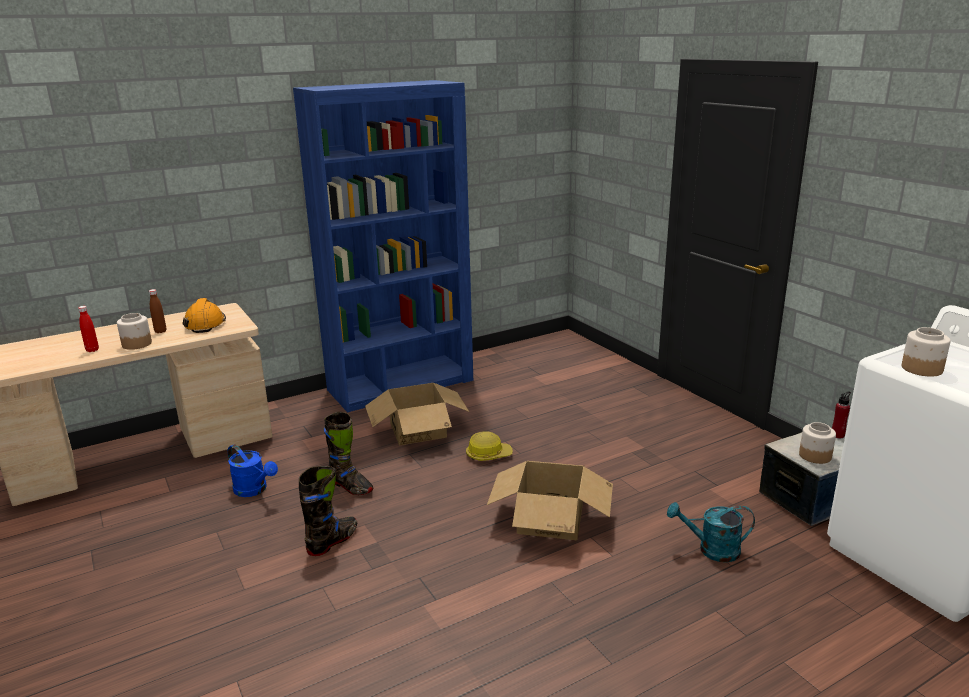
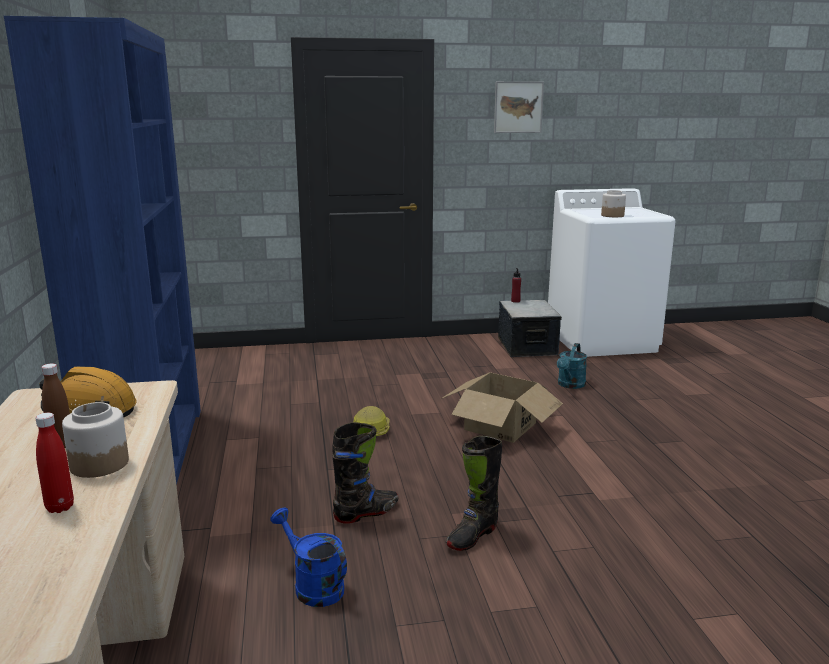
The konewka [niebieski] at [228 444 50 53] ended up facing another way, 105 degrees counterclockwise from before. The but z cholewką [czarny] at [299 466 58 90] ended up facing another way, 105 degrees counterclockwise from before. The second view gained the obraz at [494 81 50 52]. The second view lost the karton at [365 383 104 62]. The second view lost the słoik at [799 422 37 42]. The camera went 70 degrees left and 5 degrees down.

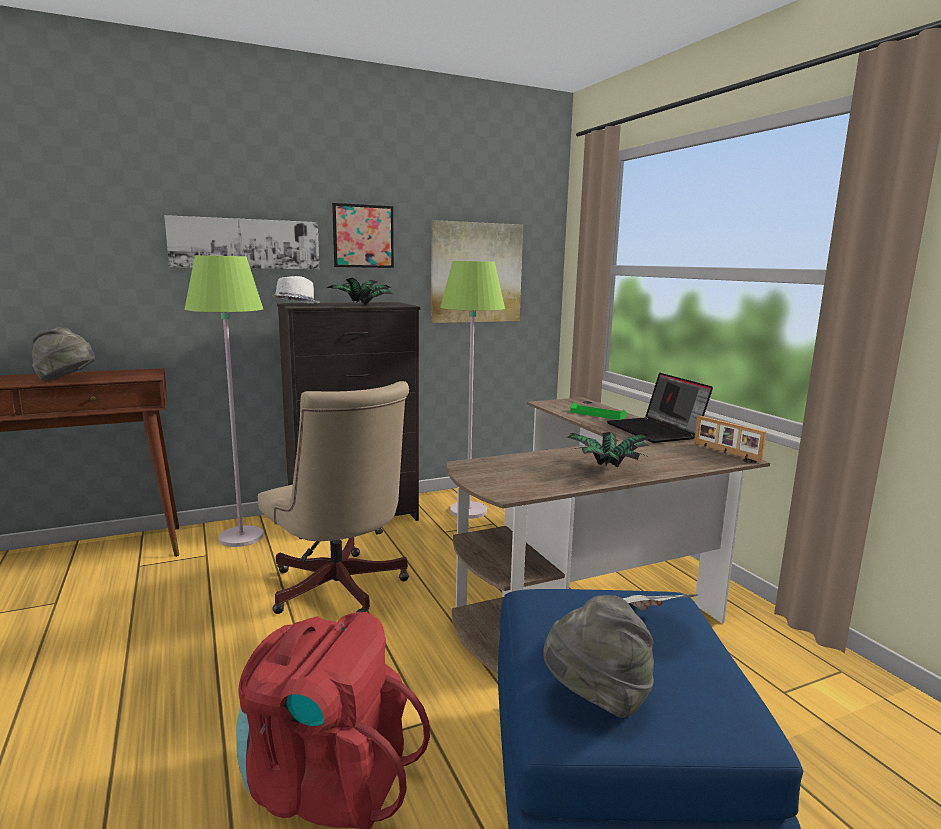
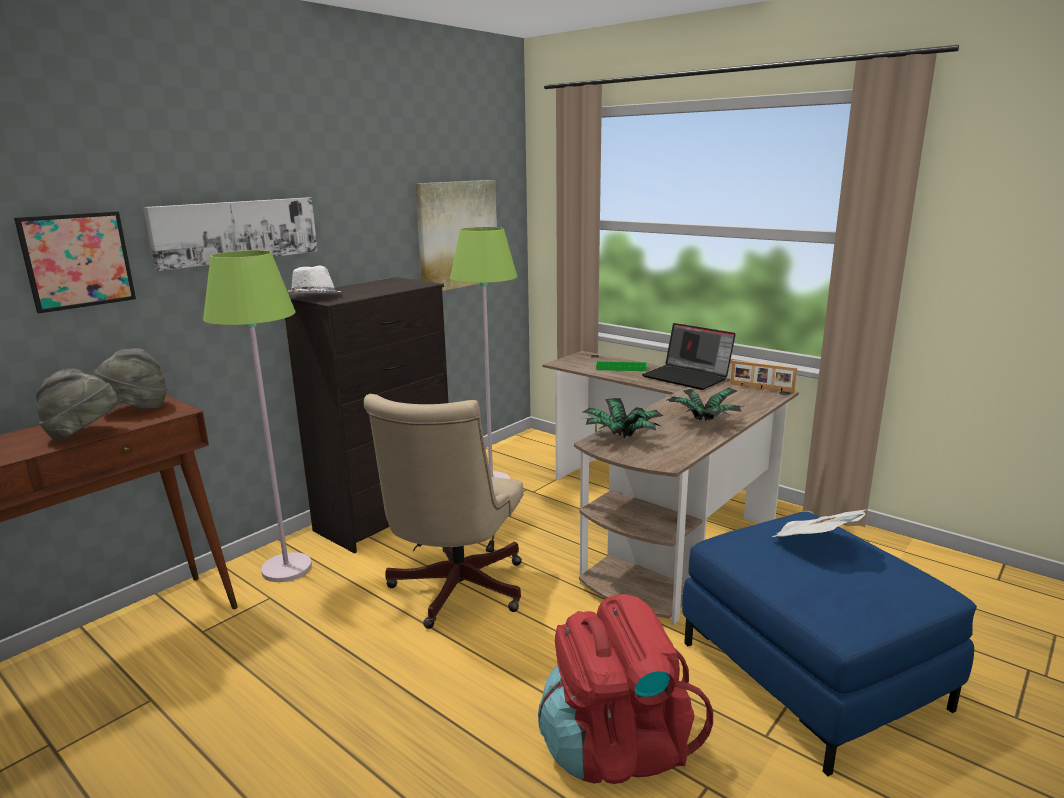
The obraz ended up elsewhere, having gone from [332 203 62 65] to [14 212 122 102]. The kapelusz [szary] ended up elsewhere, having gone from [543 595 111 123] to [93 348 74 60]. The krzesło biurowe [beżowy] at [258 381 151 233] ended up facing another way, 75 degrees clockwise from before. The roślina doniczkowa ended up elsewhere, having gone from [327 277 65 28] to [583 398 80 40]. The camera went 25 degrees left and 5 degrees up.

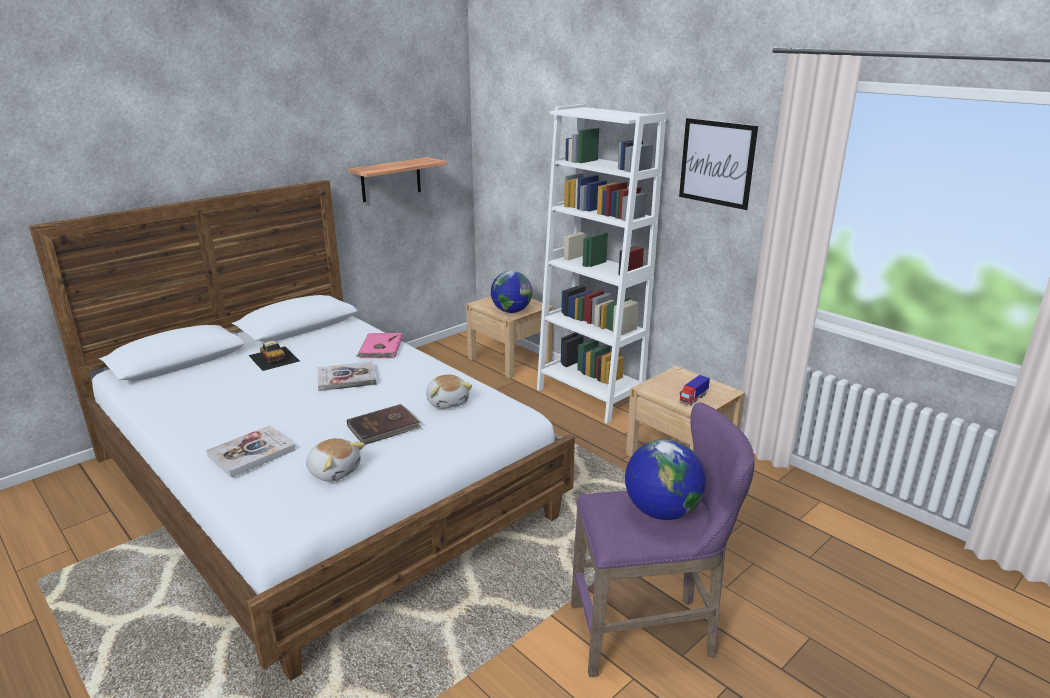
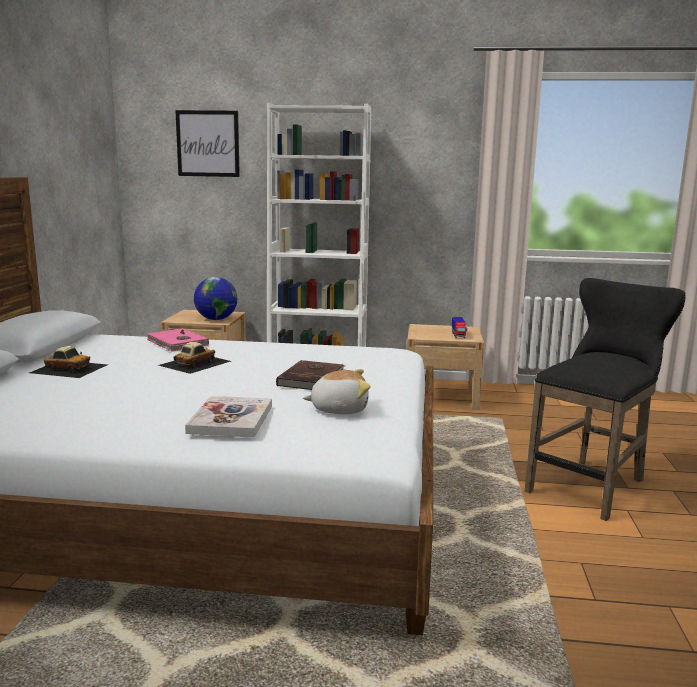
Where the książka stood at [317 361 60 30], the samochodzik came to stand at [158 342 73 32]. The obraz ended up elsewhere, having gone from [679 118 79 92] to [175 110 65 67]. What was the stołek [fioletowy] at [571 402 183 275] turned into the stołek [czarny] at [525 278 161 243]. The second view lost the półka at [348 157 99 45]. The second view lost the pluszak at [426 374 46 35]. The second view lost the globus at [625 439 81 81]. The camera went 40 degrees left and 10 degrees down.

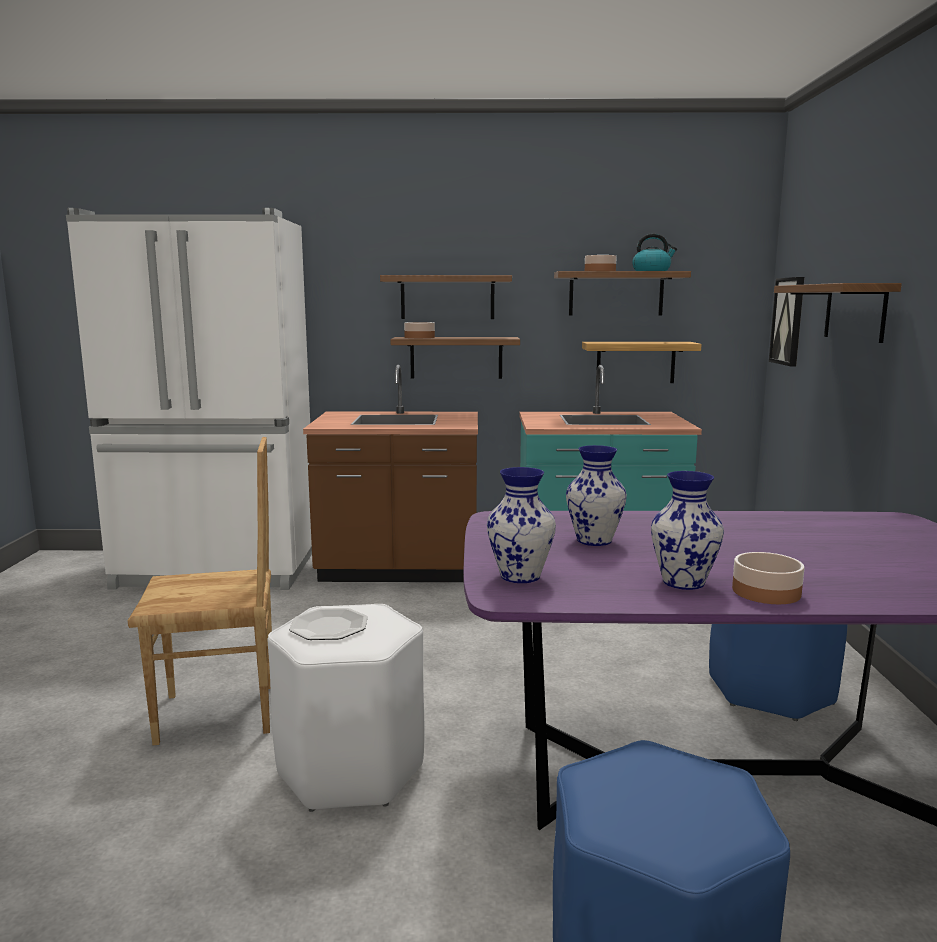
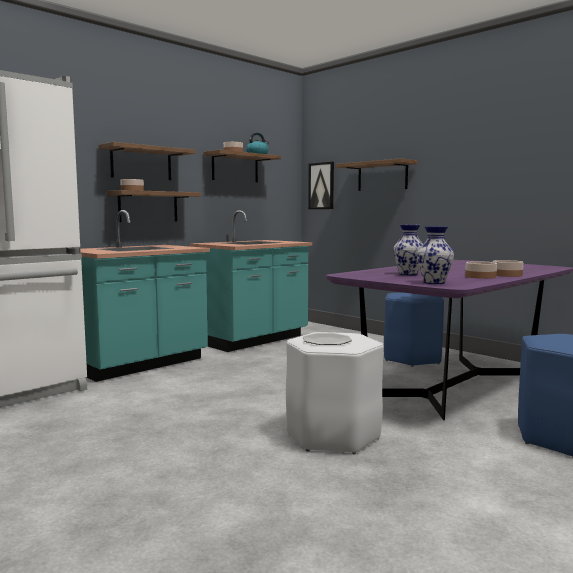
What was the zabudowa kuchenna [brązowy] at [303 365 175 217] turned into the zabudowa kuchenna [turkusowy] at [80 210 130 172]. Where the wazon stood at [651 471 73 119], the miska came to stand at [465 261 32 18]. The second view lost the krzesło [brązowy] at [128 437 144 308]. The second view lost the półka at [582 342 119 41]. The camera went 45 degrees left and 5 degrees down.

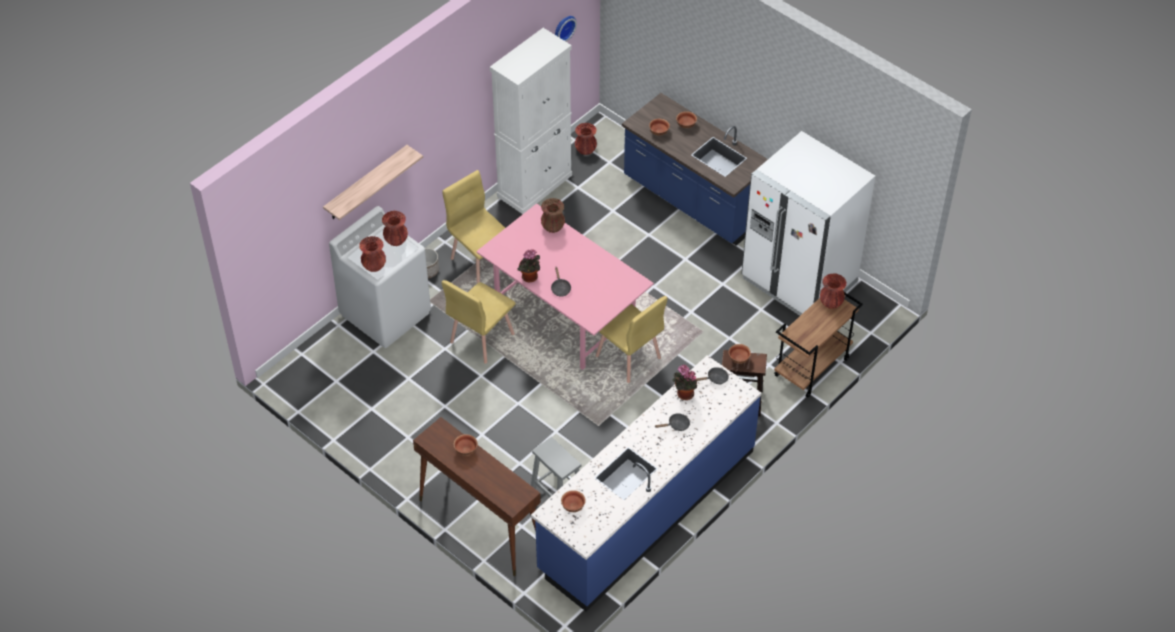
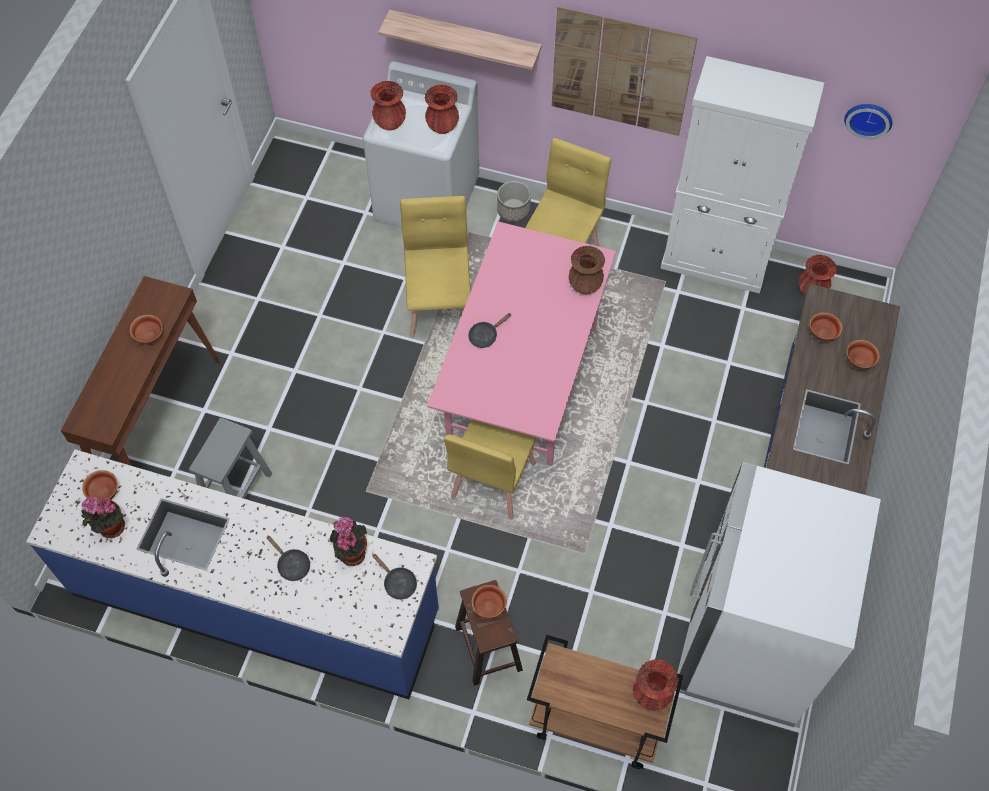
The roślina doniczkowa ended up elsewhere, having gone from [517 249 24 33] to [81 496 44 42]. The krzesło [żółty] at [442 280 74 84] ended up facing another way, 75 degrees clockwise from before. The second view gained the obraz at [552 7 145 129]. The camera went 65 degrees right and 10 degrees up.

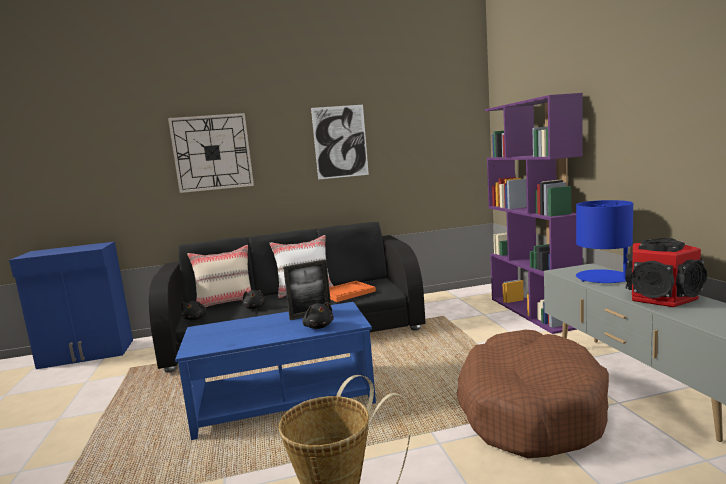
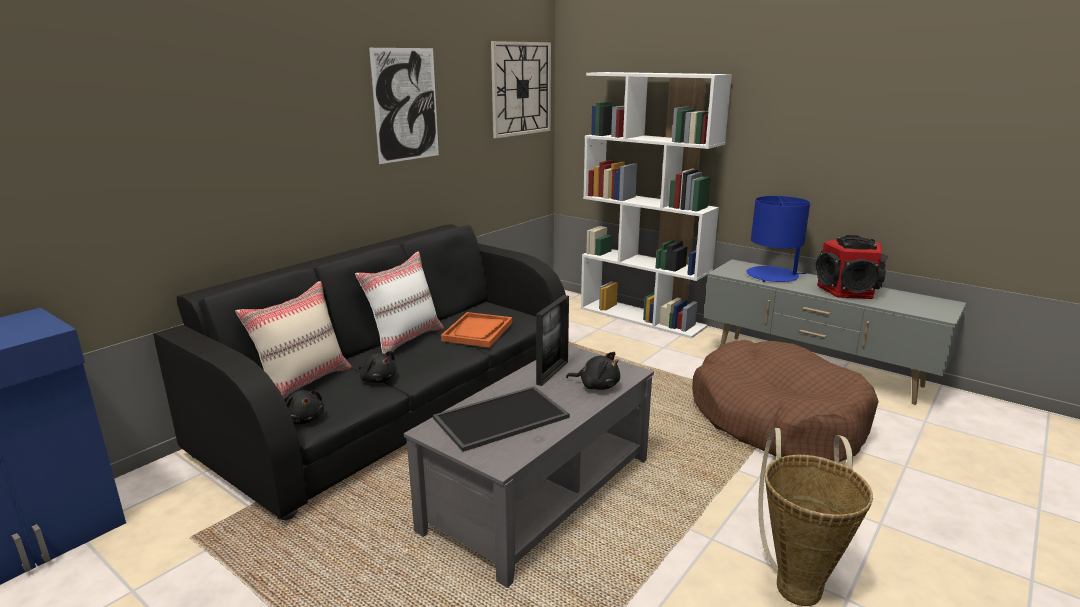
What was the ława [niebieski] at [175 302 201 138] turned into the ława [szary] at [404 345 250 243]. The second view gained the taca at [433 386 137 66]. The zegar ścienny ended up elsewhere, having gone from [168 113 86 80] to [491 41 60 97]. What was the regał [fioletowy] at [485 93 98 241] turned into the regał [biały] at [581 72 151 267]. The camera went 40 degrees left and 10 degrees up.

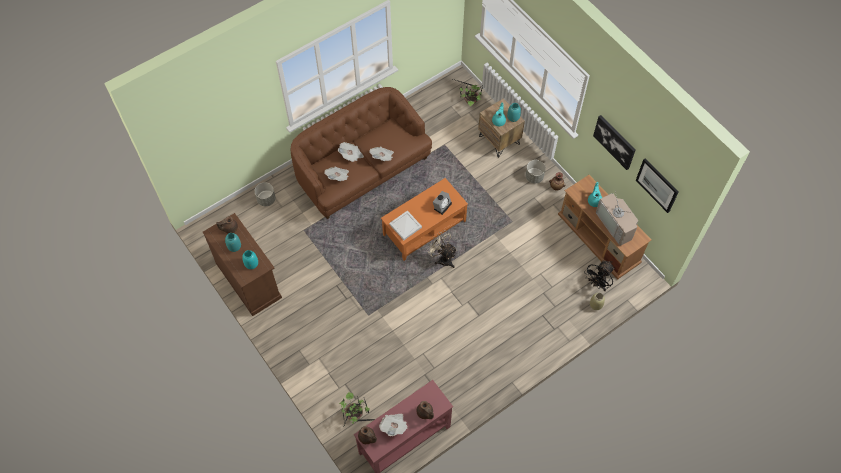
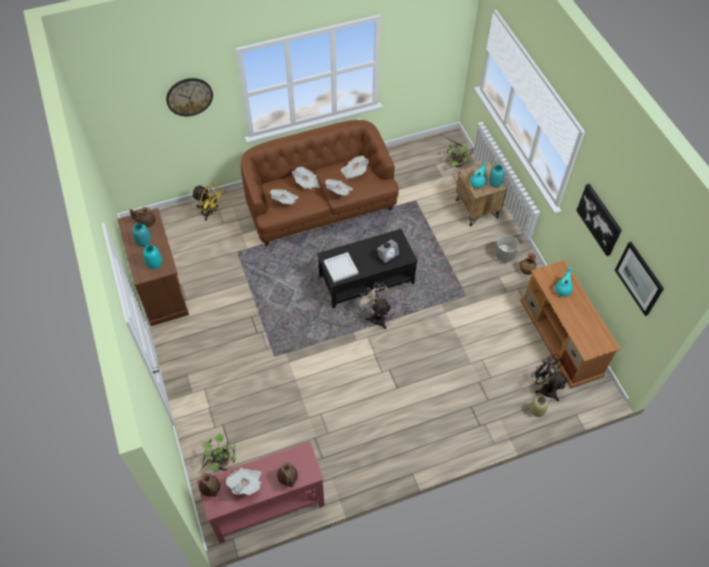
The second view gained the zegar ścienny at [166 78 47 38]. Where the donica [szary] stood at [254 182 22 24], the wentylator [żółty] came to stand at [192 183 31 38]. What was the ława [pomarańczowy] at [381 178 87 83] turned into the ława [czarny] at [317 229 101 79]. The second view gained the gazeta at [341 155 28 24]. The wentylator [czarny] at [584 260 31 31] ended up facing another way, 90 degrees clockwise from before. The second view lost the telewizor at [596 192 42 54]. The camera went 15 degrees right and 5 degrees down.

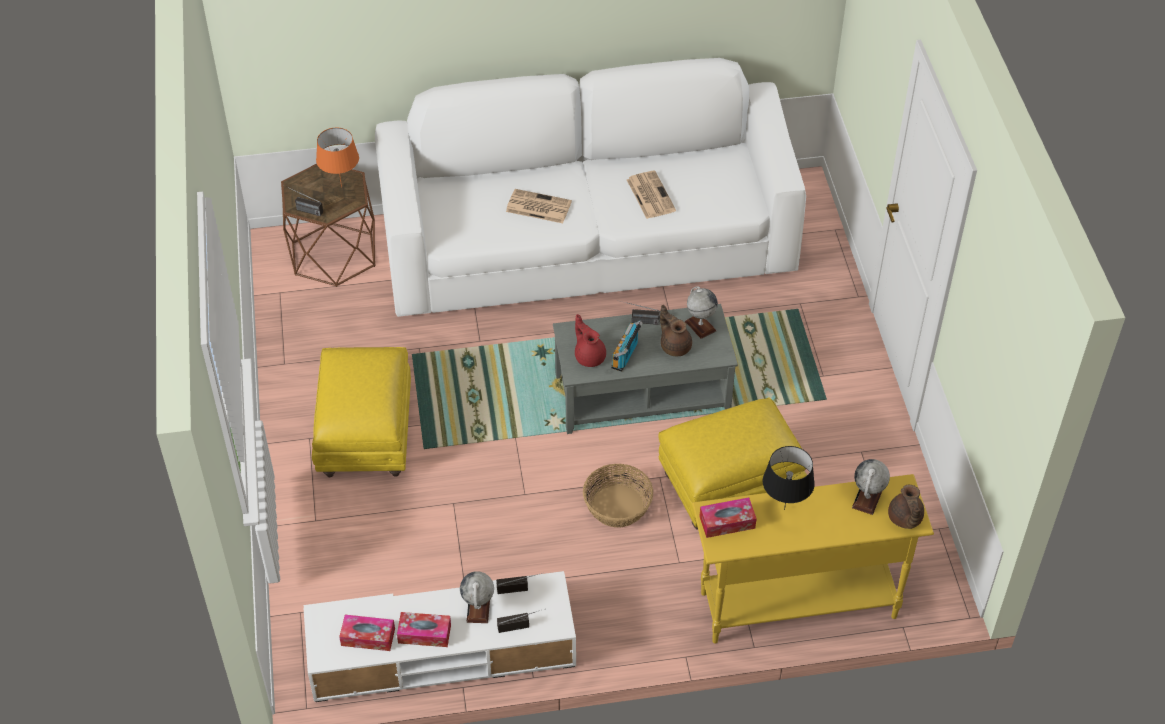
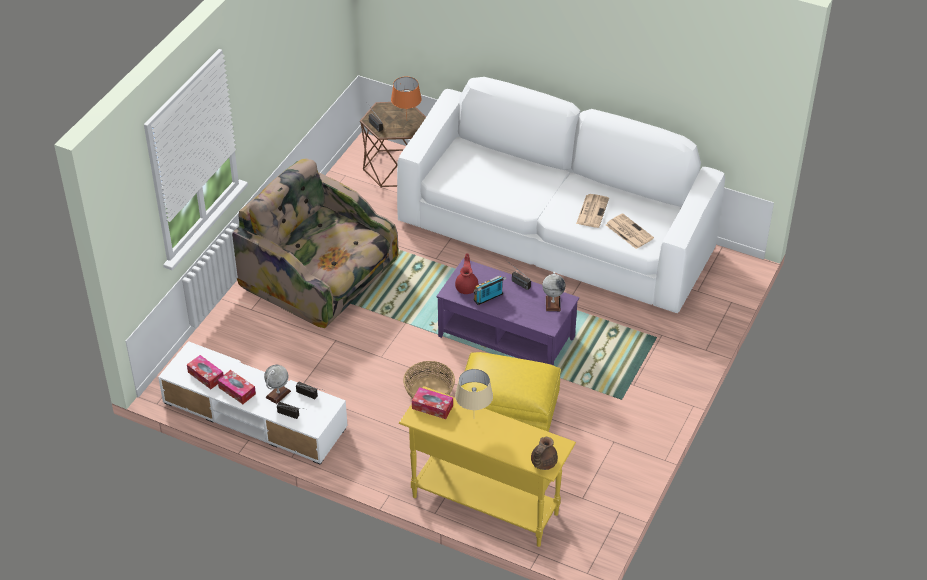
Where the pufa [żółty] stood at [312 347 99 130], the fotel came to stand at [232 159 167 169]. What was the ława [szary] at [553 304 185 130] turned into the ława [fioletowy] at [436 258 143 108]. What was the lampa stołowa [czarny] at [763 446 52 64] turned into the lampa stołowa [beżowy] at [455 369 38 41]. The gazeta ended up elsewhere, having gone from [506 189 66 34] to [606 213 48 36]. The second view lost the imbryk [brązowy] at [660 305 32 51]. The second view lost the globus at [852 459 38 56]. The camera went 35 degrees right and 5 degrees down.

